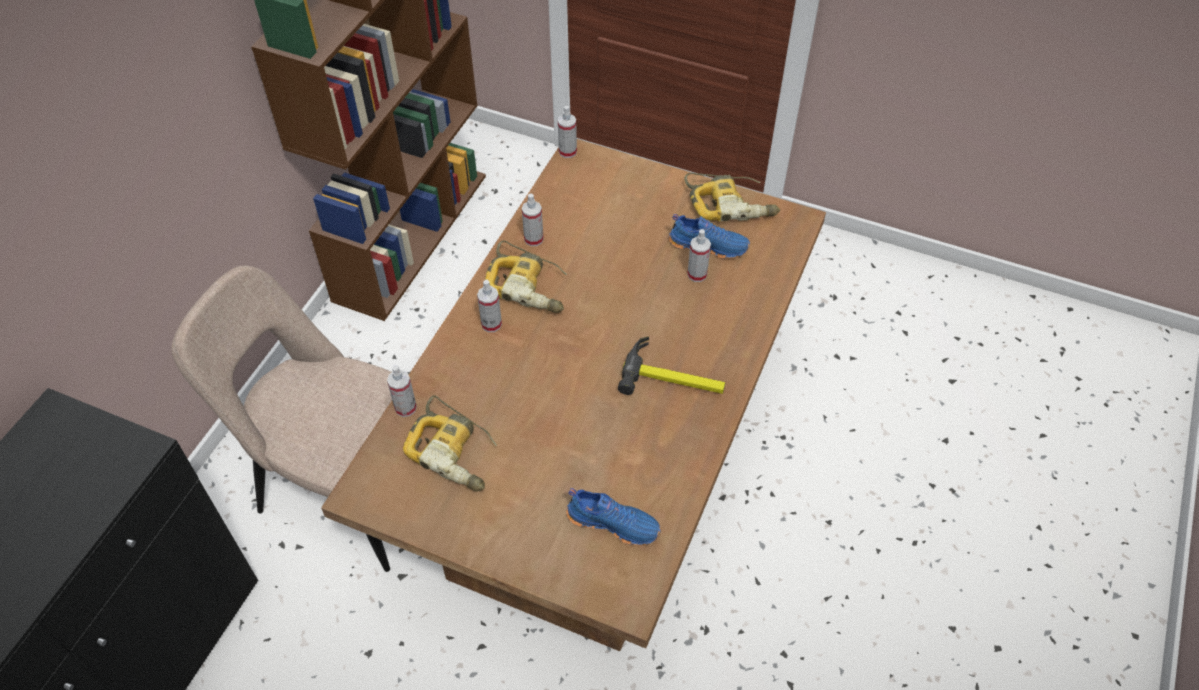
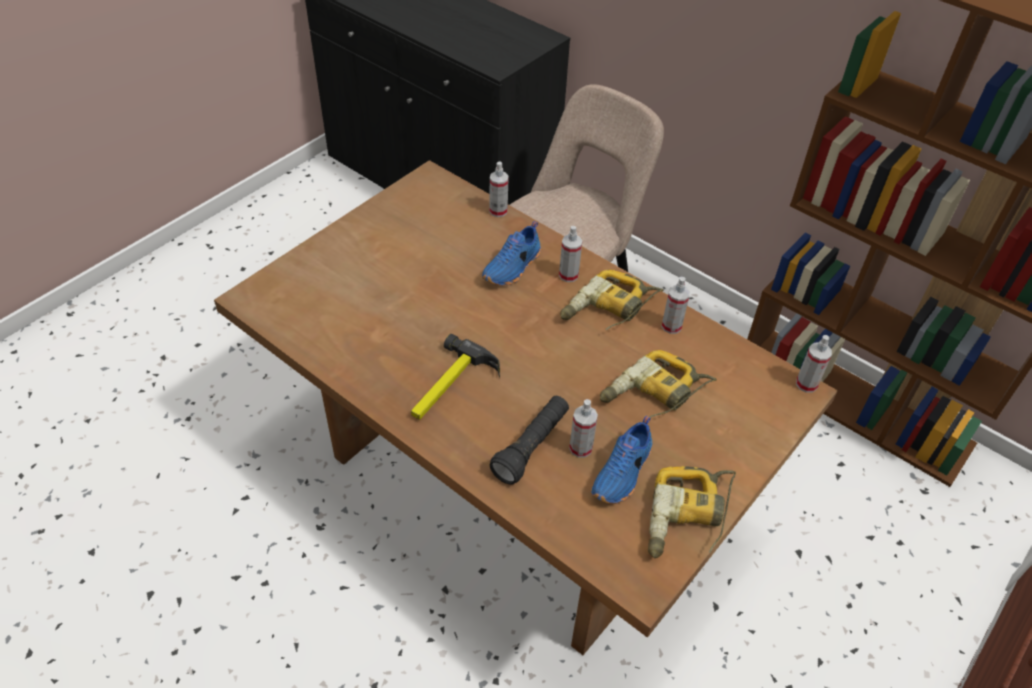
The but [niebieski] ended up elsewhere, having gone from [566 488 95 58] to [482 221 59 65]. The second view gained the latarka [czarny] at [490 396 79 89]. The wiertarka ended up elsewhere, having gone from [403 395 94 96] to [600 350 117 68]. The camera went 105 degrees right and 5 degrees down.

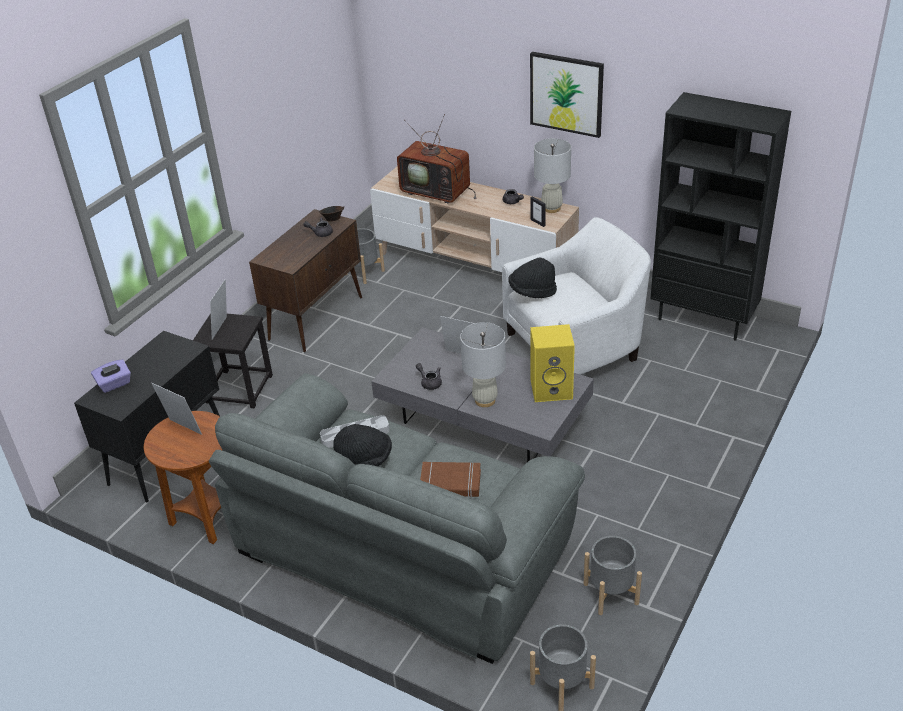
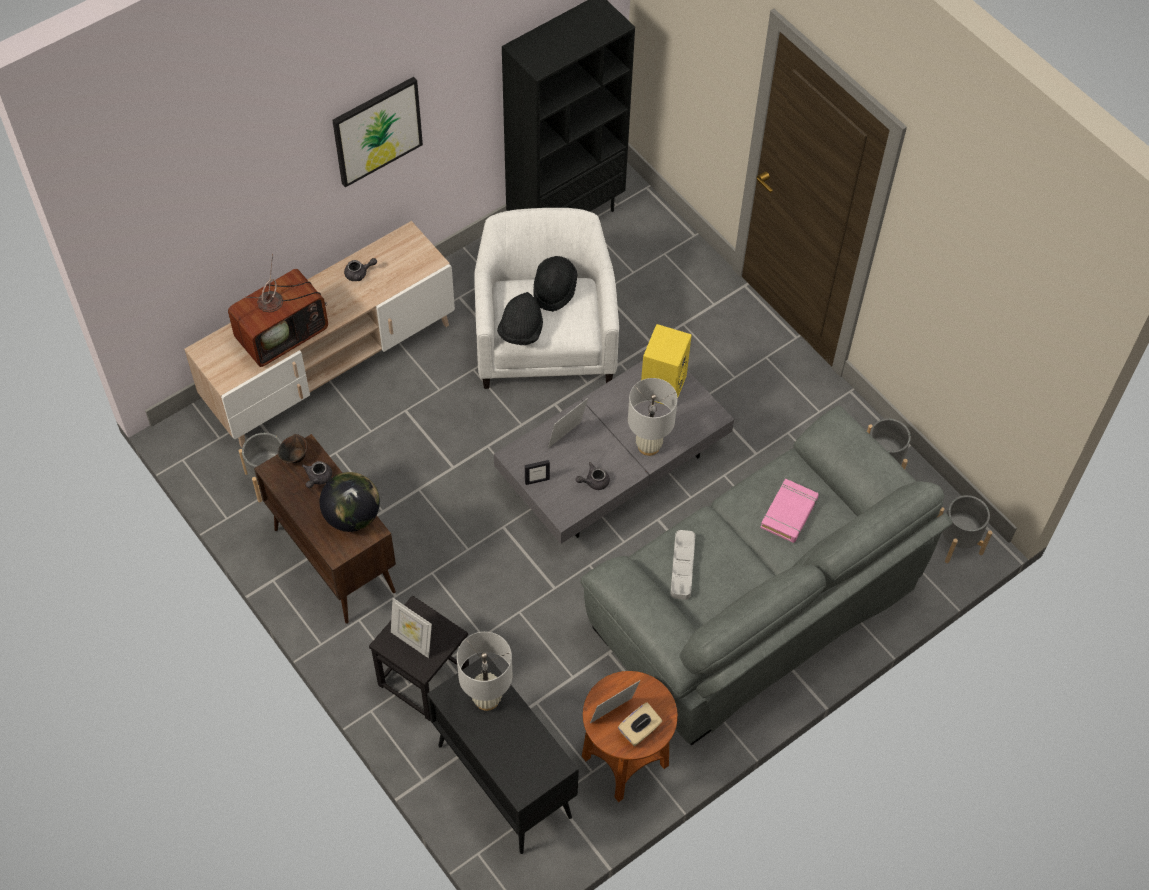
The second view gained the globus at [320 472 60 60]. The lampa stołowa [biały] ended up elsewhere, having gone from [534 138 37 75] to [457 632 55 79]. The ramka na zdjęcie ended up elsewhere, having gone from [530 196 16 31] to [525 460 25 25]. The kapelusz [czarny] ended up elsewhere, having gone from [334 424 58 42] to [533 256 45 56]. The second view gained the pudełko chusteczek [beżowy] at [618 702 45 44]. What was the książka [brązowy] at [420 462 61 36] turned into the książka [różowy] at [760 478 59 65]. The second view lost the pudełko chusteczek [fioletowy] at [91 360 40 33]. The camera went 70 degrees left and 20 degrees up.

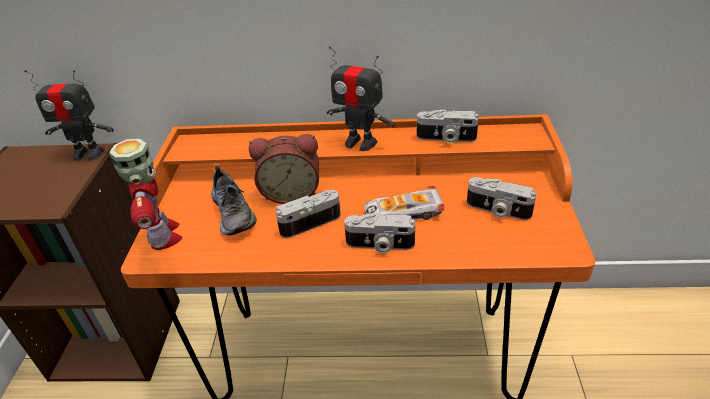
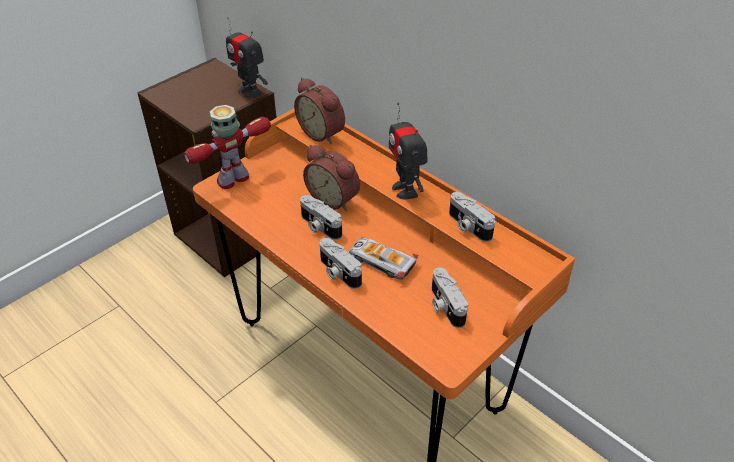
The robot zabawkowy at [109 139 74 111] ended up facing another way, 150 degrees counterclockwise from before. The second view gained the budzik at [294 78 51 66]. The aparat fotograficzny at [276 190 65 48] ended up facing another way, 150 degrees counterclockwise from before. The second view lost the but at [211 166 46 69]. The camera went 40 degrees right and 5 degrees up.

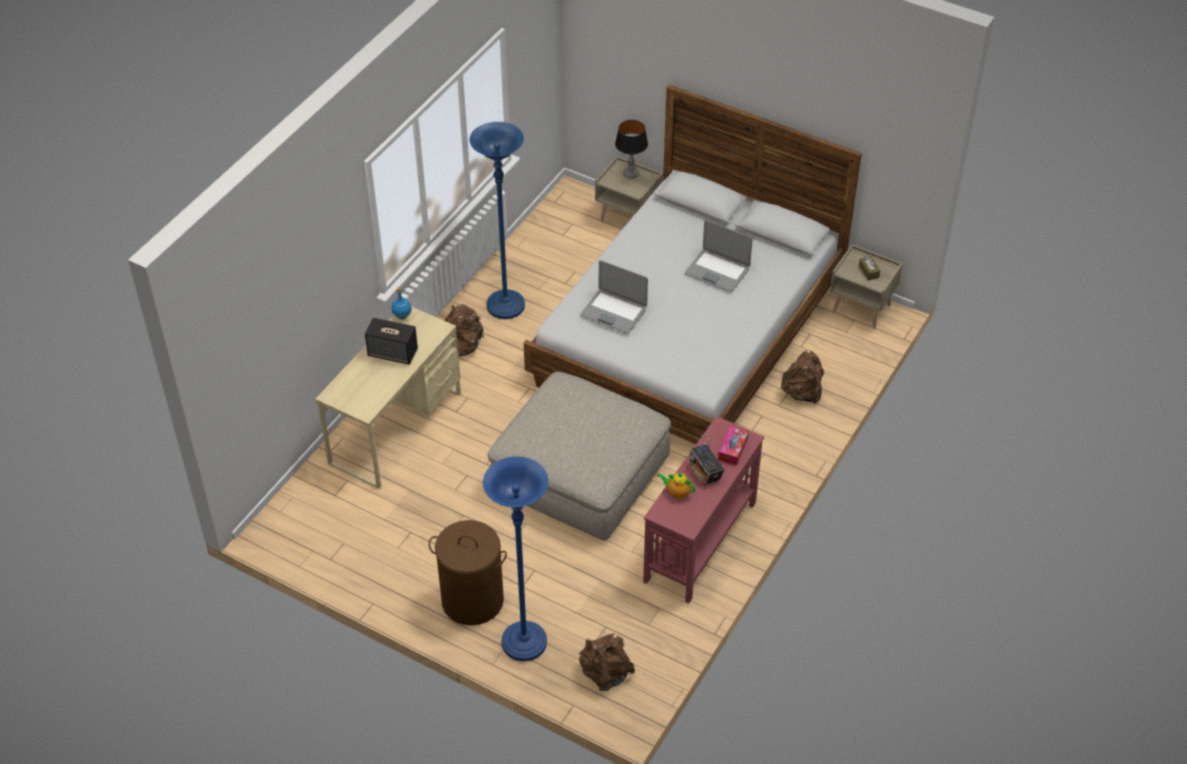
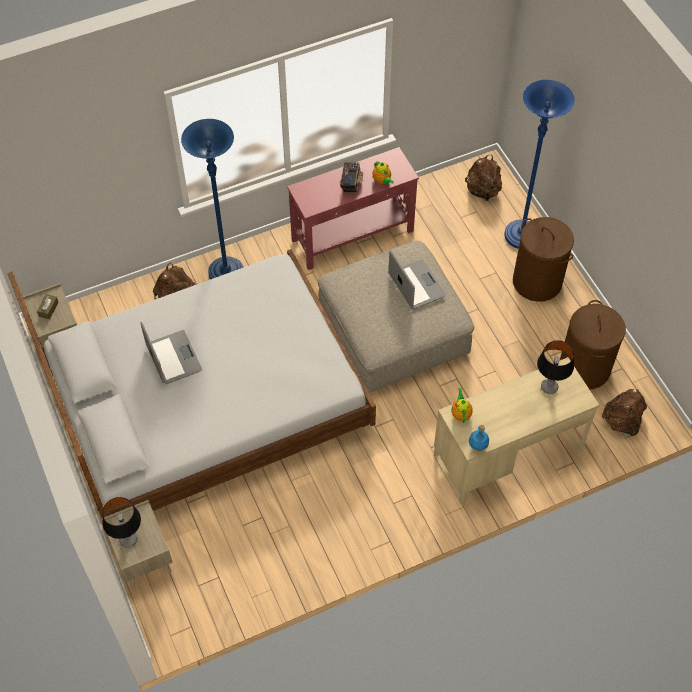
The lampa stojąca [niebieski] ended up elsewhere, having gone from [469 122 56 197] to [181 119 62 160]. The laptop ended up elsewhere, having gone from [580 260 68 74] to [388 250 58 59]. The second view gained the imbryk at [452 388 21 35]. The second view gained the lampa stołowa at [537 340 37 54]. The second view gained the kosz na pranie [brązowy] at [560 300 66 89]. The plecak [brązowy] ended up elsewhere, having gone from [444 304 40 53] to [602 389 45 47]. The second view lost the głośnik at [365 317 53 48]. The second view lost the pudełko chusteczek at [718 426 31 40]. The camera went 145 degrees left and 10 degrees up.

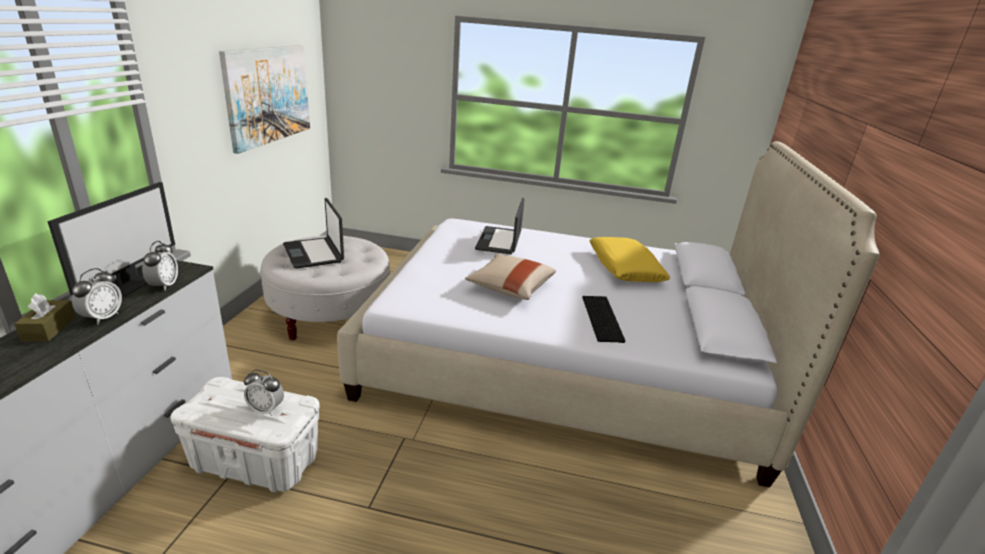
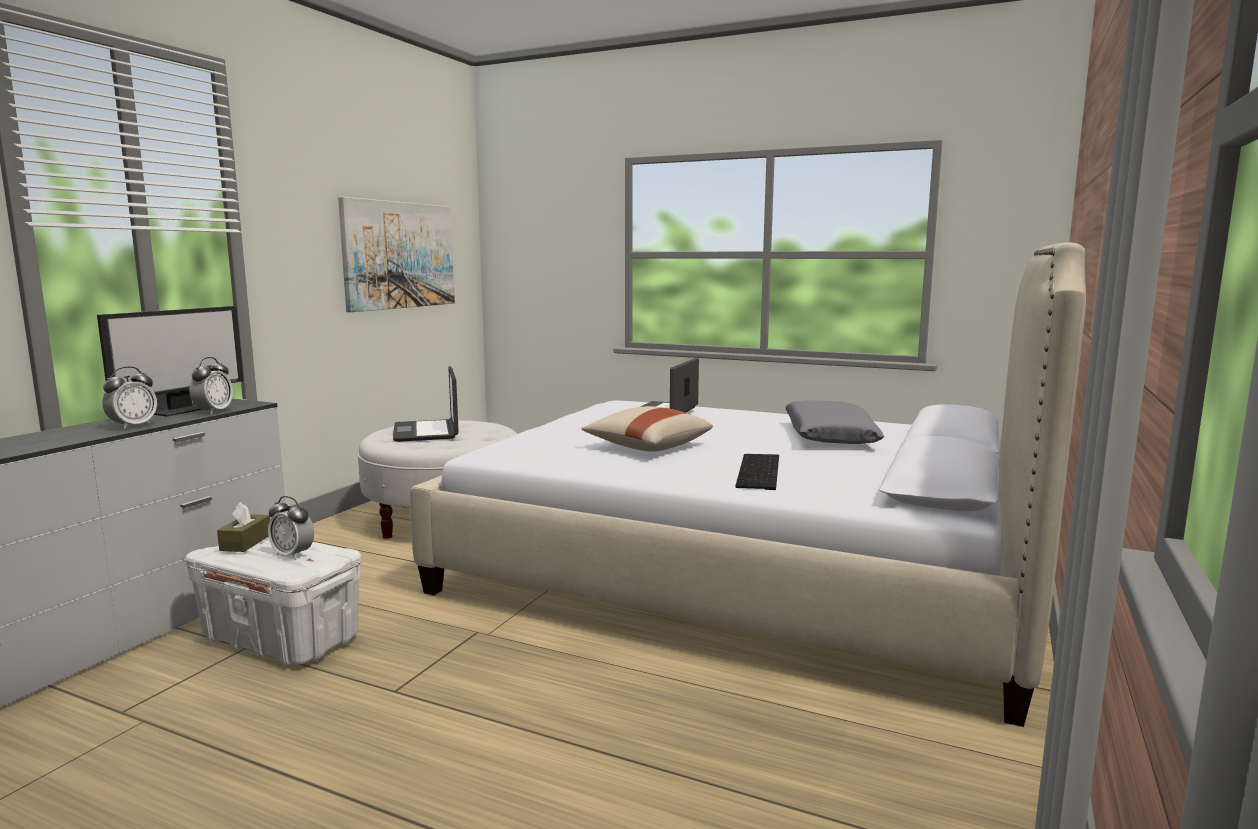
The pudełko chusteczek [brązowy] ended up elsewhere, having gone from [14 294 62 48] to [217 502 53 50]. What was the poduszka [żółty] at [589 237 81 45] turned into the poduszka [szary] at [785 400 99 44]. The camera went 15 degrees right and 15 degrees down.

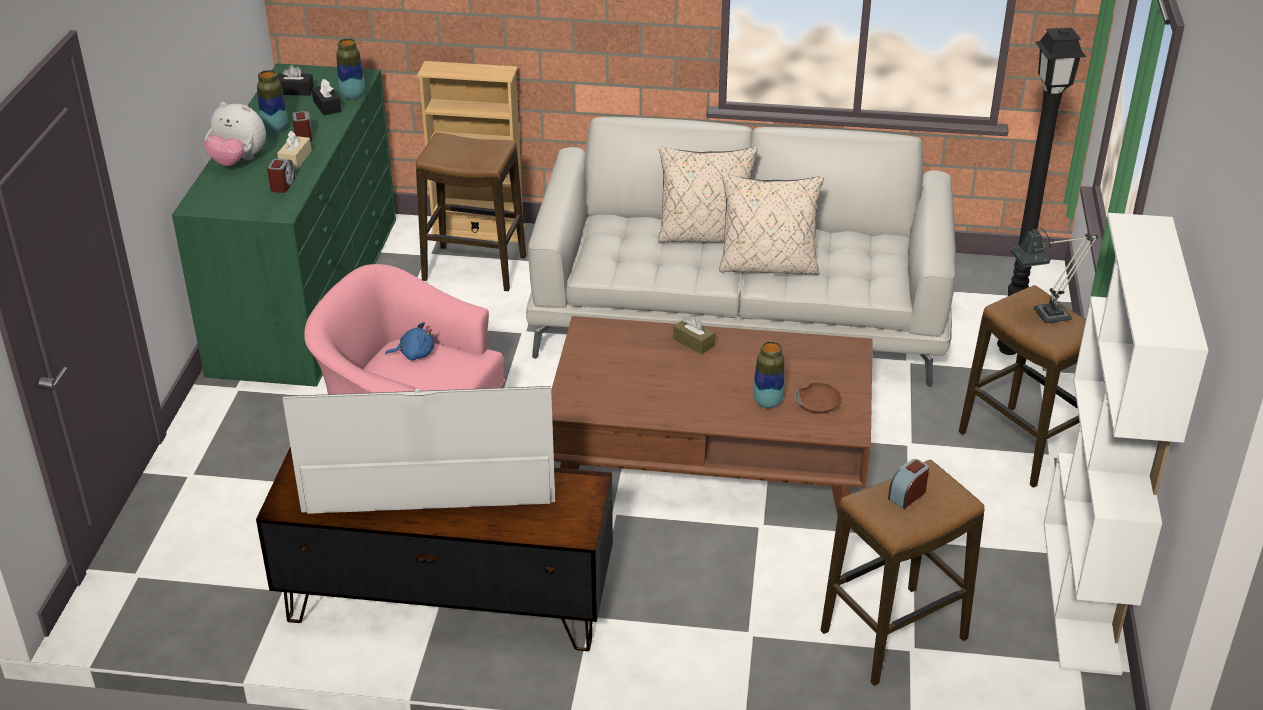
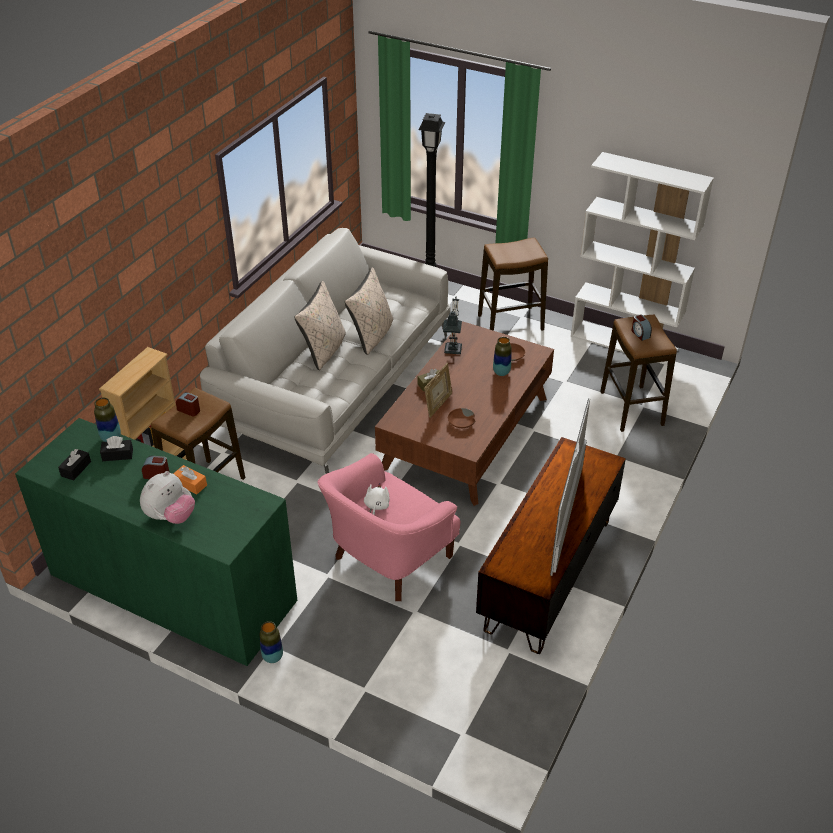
What was the pudełko chusteczek [beżowy] at [277 131 35 38] turned into the pudełko chusteczek [pomarańczowy] at [173 465 34 30]. The budzik ended up elsewhere, having gone from [267 159 28 34] to [176 392 24 25]. The wazon ended up elsewhere, having gone from [257 70 31 63] to [260 621 23 42]. What was the pluszak [niebieski] at [385 322 49 38] turned into the pluszak [biały] at [364 483 26 32]. The second view gained the ramka na zdjęcie at [424 363 28 55]. The lampa stołowa ended up elsewhere, having gone from [1011 227 88 96] to [443 297 19 57]. The second view gained the miska [brązowy] at [448 408 27 20]. The camera went 70 degrees left and 5 degrees up.

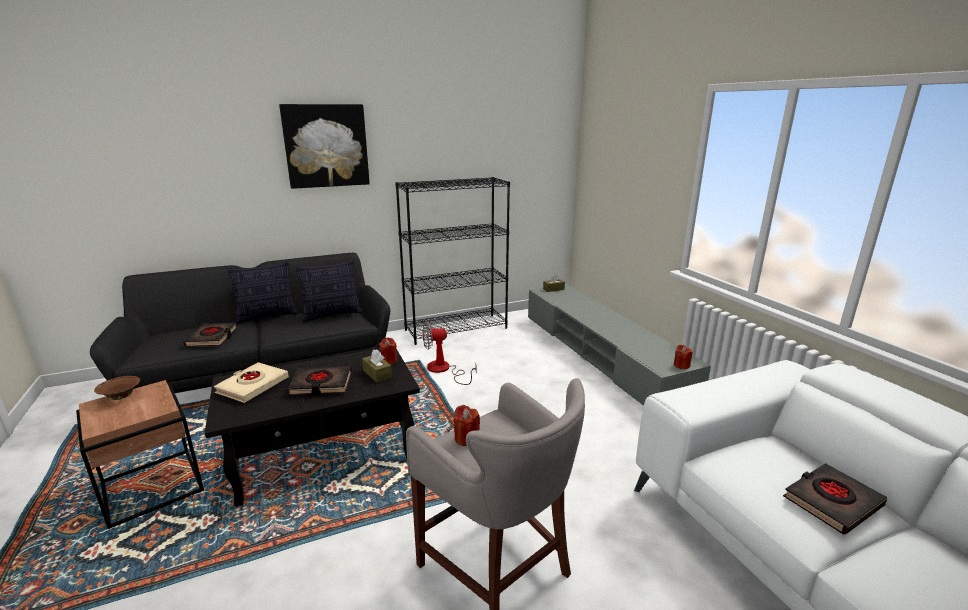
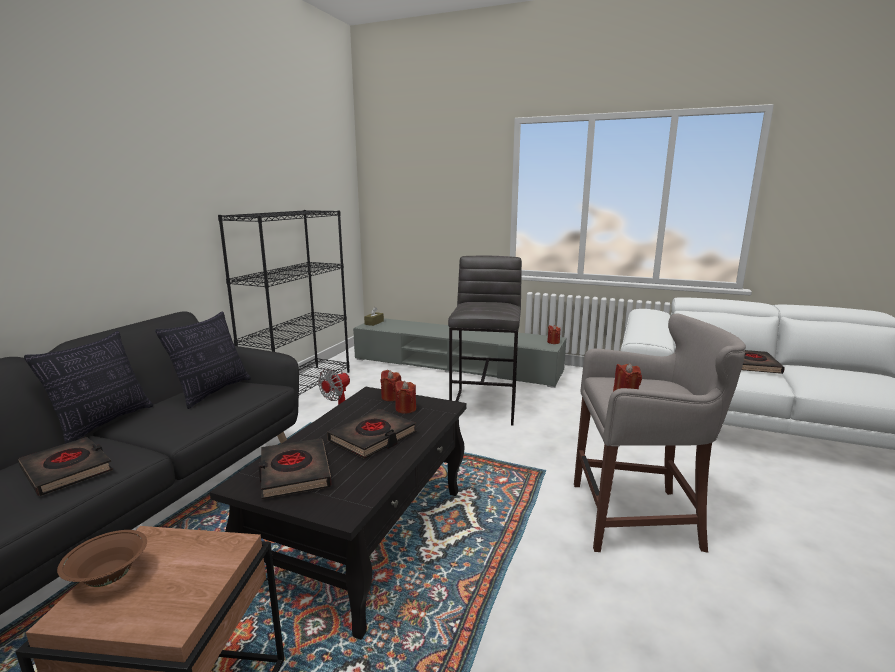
What was the książka [beżowy] at [214 362 75 41] turned into the książka [czarny] at [259 438 72 61]. Where the pudełko chusteczek [brązowy] stood at [362 349 30 33], the świeca [czerwony] came to stand at [395 381 21 33]. The second view gained the stołek [szary] at [448 256 74 169]. The second view lost the obraz at [279 104 91 85]. The camera went 45 degrees left and 5 degrees down.

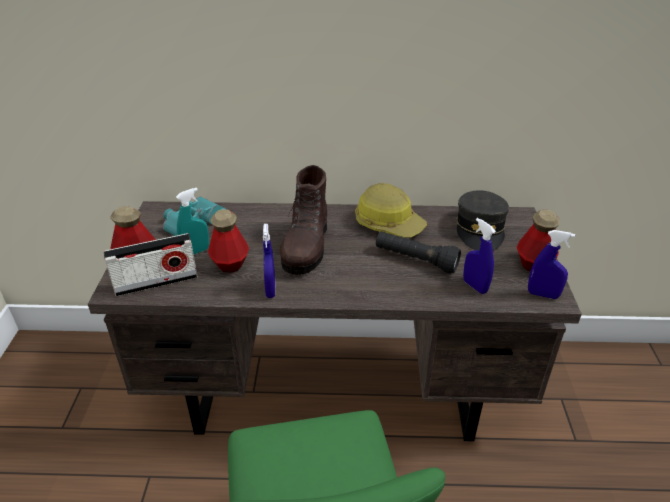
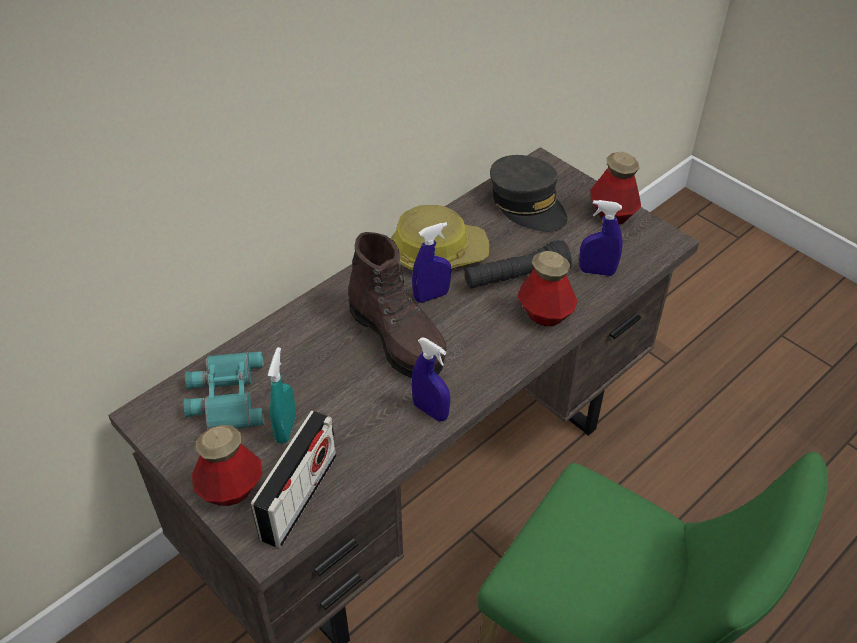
The spryskiwacz [niebieski] ended up elsewhere, having gone from [528 230 47 69] to [412 222 39 81]. The butelka ended up elsewhere, having gone from [208 209 41 64] to [517 251 60 75]. The camera went 45 degrees left and 10 degrees up.

